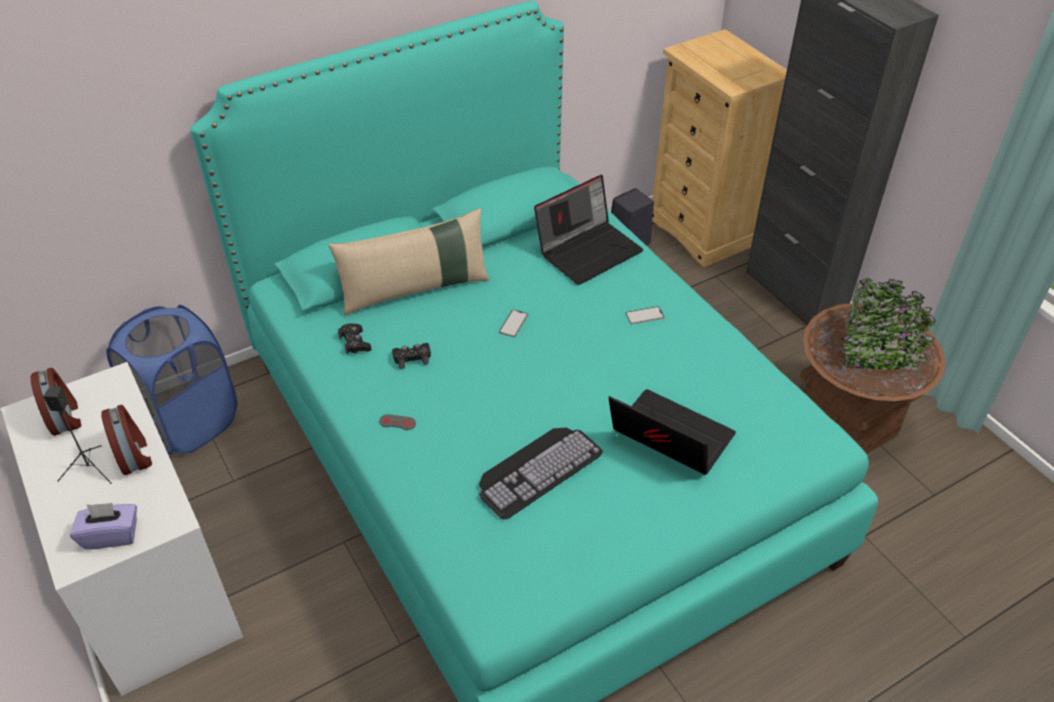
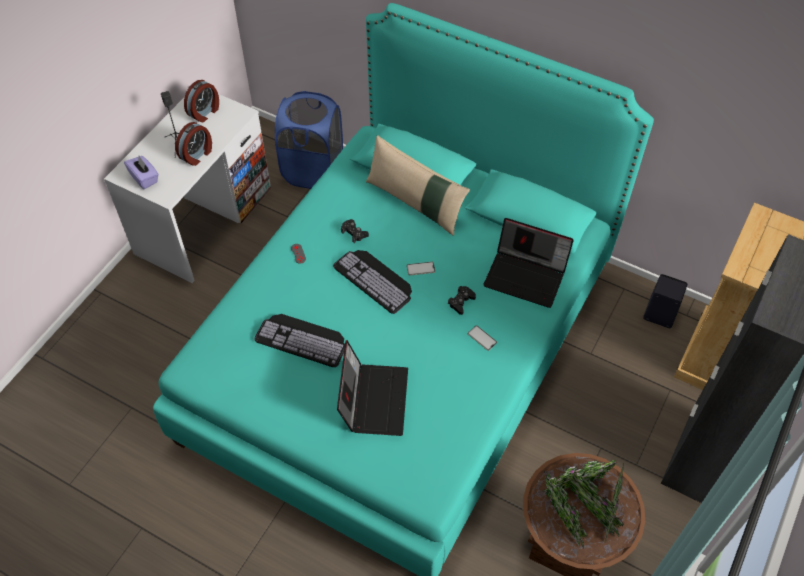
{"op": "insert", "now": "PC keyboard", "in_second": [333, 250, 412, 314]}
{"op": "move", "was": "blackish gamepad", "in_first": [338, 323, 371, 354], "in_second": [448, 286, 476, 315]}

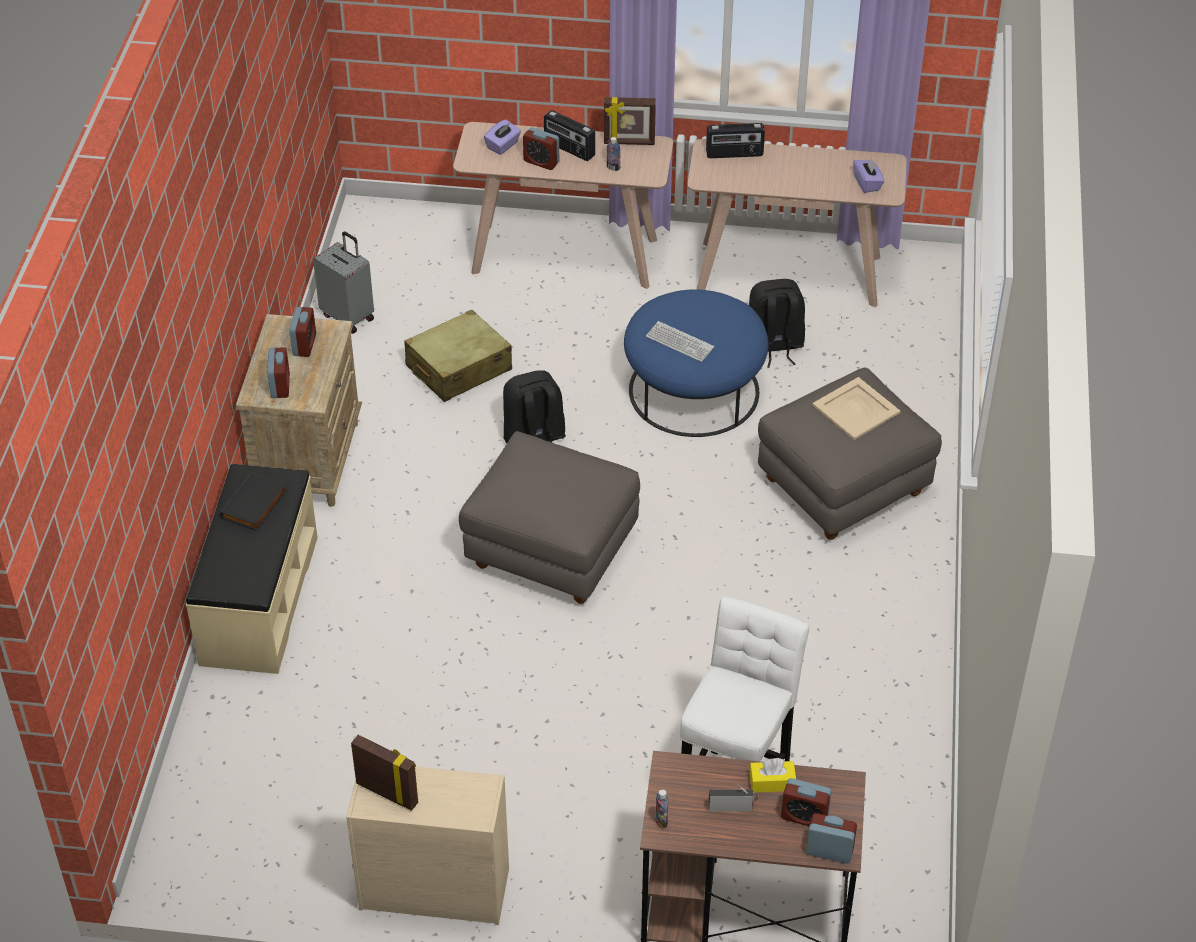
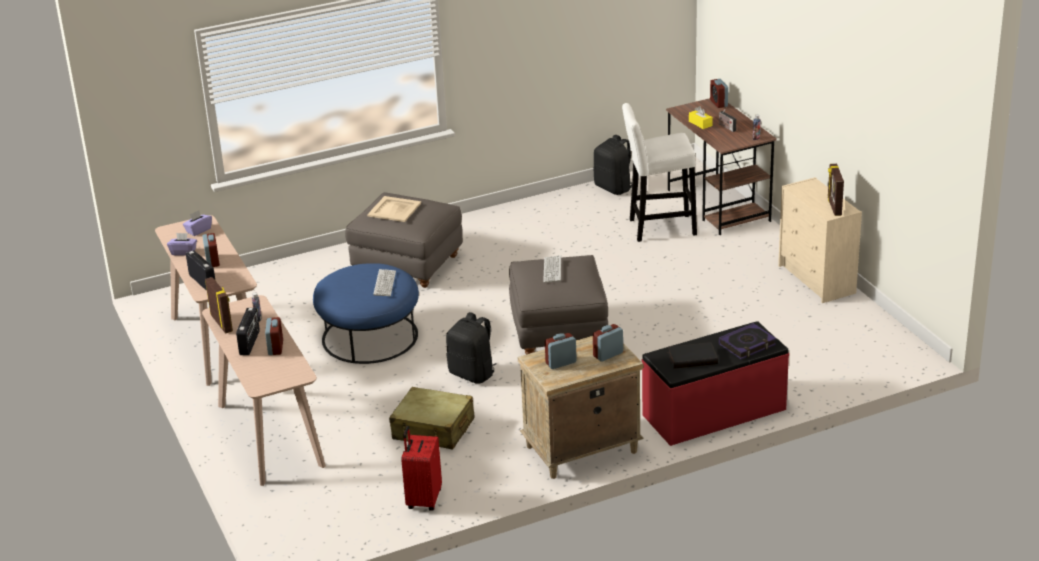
{"op": "insert", "now": "PC keyboard", "in_second": [543, 255, 561, 283]}
{"op": "insert", "now": "volume", "in_second": [719, 323, 776, 359]}
{"op": "move", "was": "purplish tissue holder", "in_first": [484, 119, 521, 155], "in_second": [167, 233, 197, 256]}
{"op": "move", "was": "blackish backpack", "in_first": [749, 279, 805, 368], "in_second": [593, 135, 632, 195]}
{"op": "move", "was": "alarm clock", "in_first": [781, 778, 831, 826], "in_second": [202, 233, 220, 267]}
{"op": "recolor", "was": "sand-coloured indoor bench", "now": "reddish indoor bench", "in_first": [186, 464, 318, 674], "in_second": [642, 321, 789, 446]}
{"op": "recolor", "was": "greyish travel case", "now": "reddish travel case", "in_first": [313, 231, 374, 334], "in_second": [401, 426, 442, 511]}

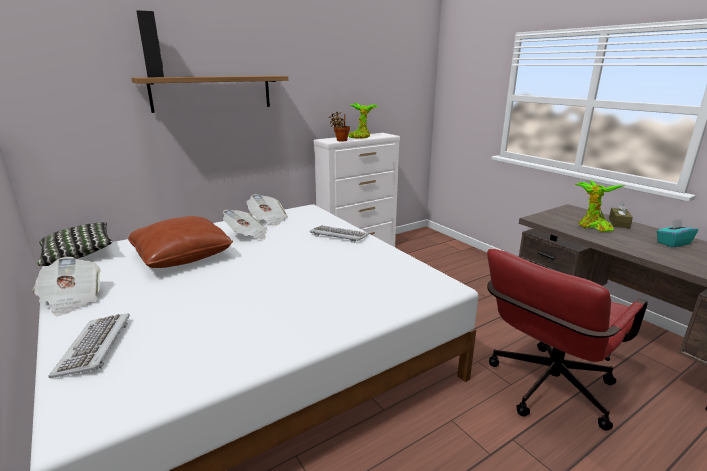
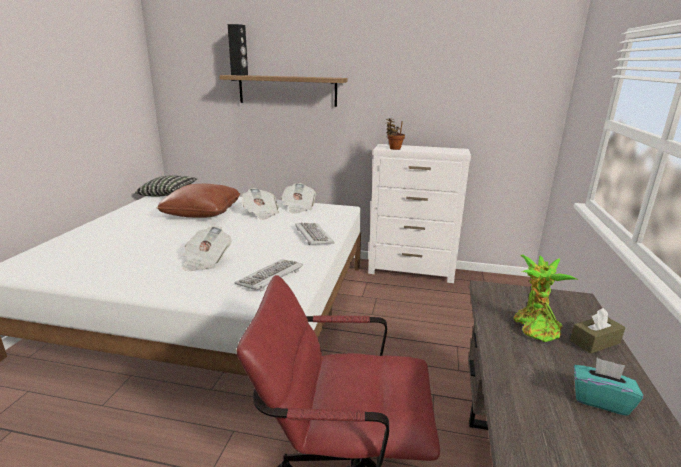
{"op": "delete", "was": "plant in a pot", "in_first": [348, 102, 378, 138]}
{"op": "move", "was": "daily paper", "in_first": [33, 257, 101, 316], "in_second": [183, 226, 231, 271]}
{"op": "move", "was": "PC keyboard", "in_first": [49, 313, 130, 378], "in_second": [234, 259, 303, 292]}

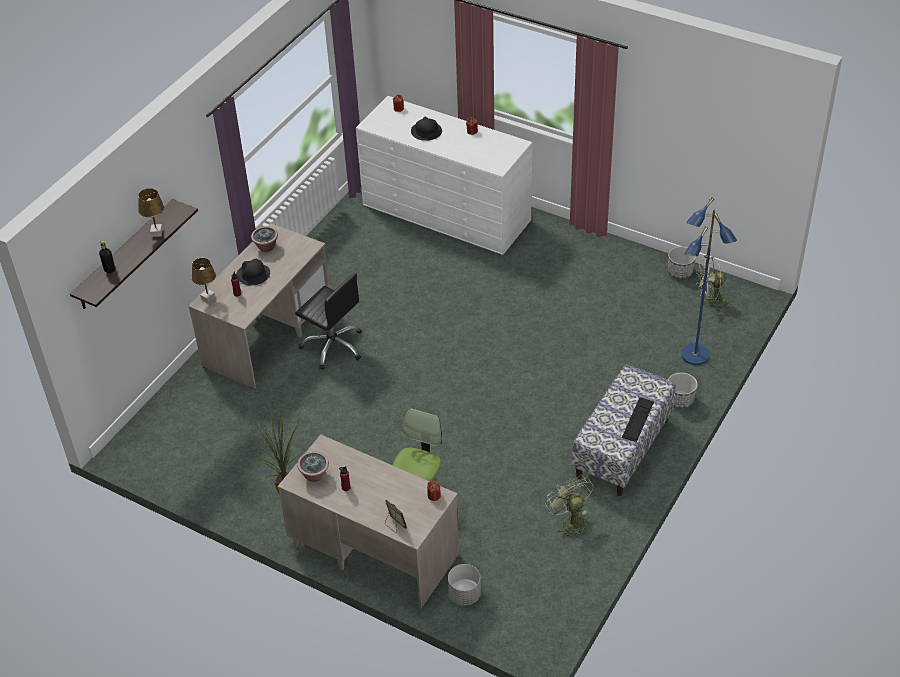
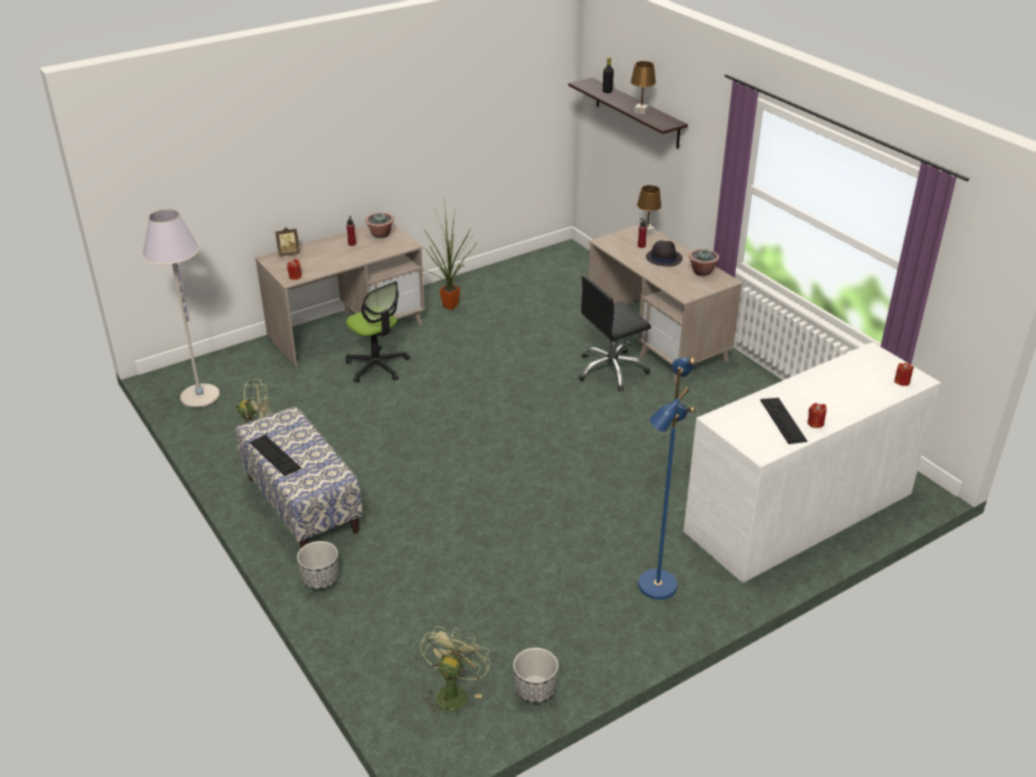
{"op": "delete", "was": "blackish clothing hat", "in_first": [411, 116, 442, 141]}
{"op": "delete", "was": "greyish plant pot", "in_first": [448, 564, 481, 606]}
{"op": "insert", "now": "greyish standing lamp", "in_second": [142, 209, 220, 407]}
{"op": "insert", "now": "PC keyboard", "in_second": [760, 398, 808, 444]}
{"op": "move", "was": "bluish standing lamp", "in_first": [681, 197, 737, 365], "in_second": [638, 357, 696, 600]}

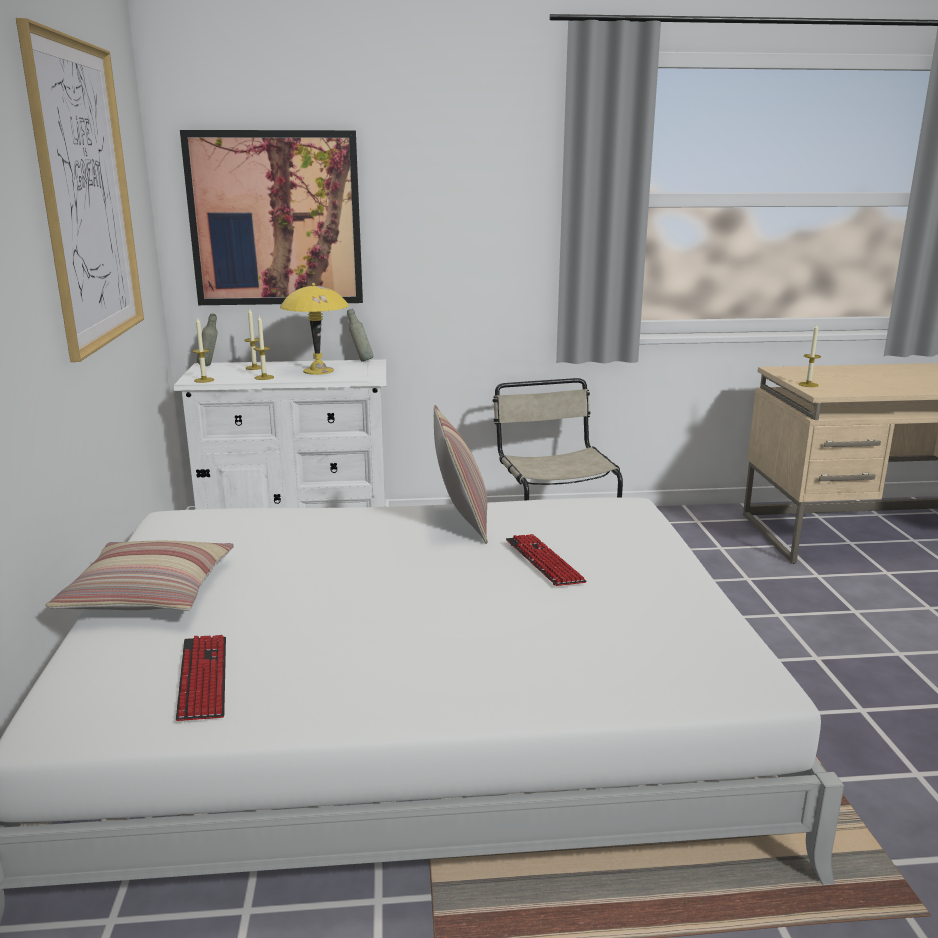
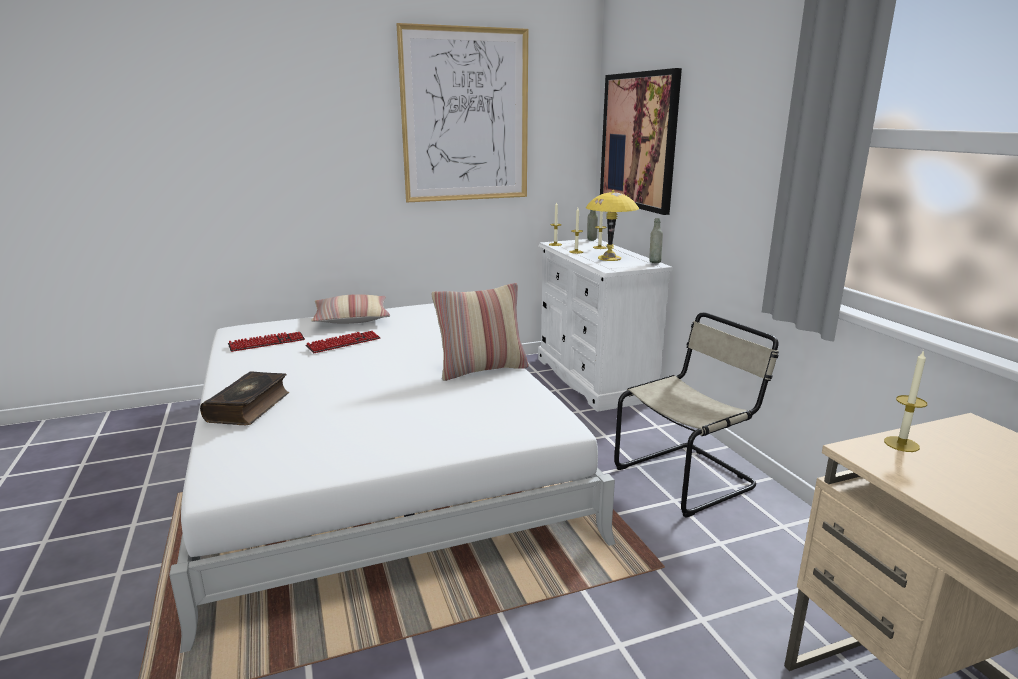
{"op": "insert", "now": "volume", "in_second": [200, 371, 289, 425]}
{"op": "move", "was": "PC keyboard", "in_first": [506, 534, 587, 586], "in_second": [305, 331, 380, 353]}

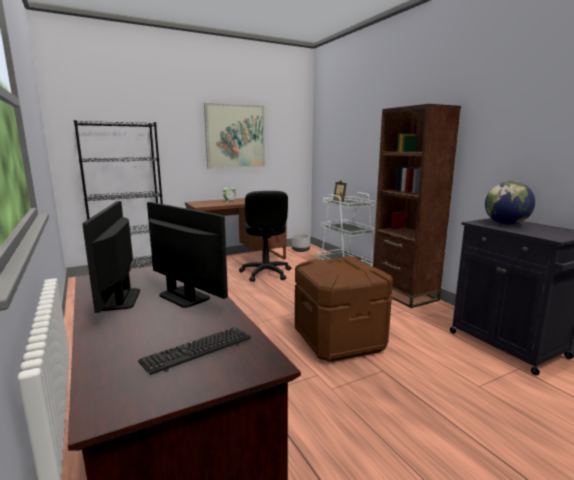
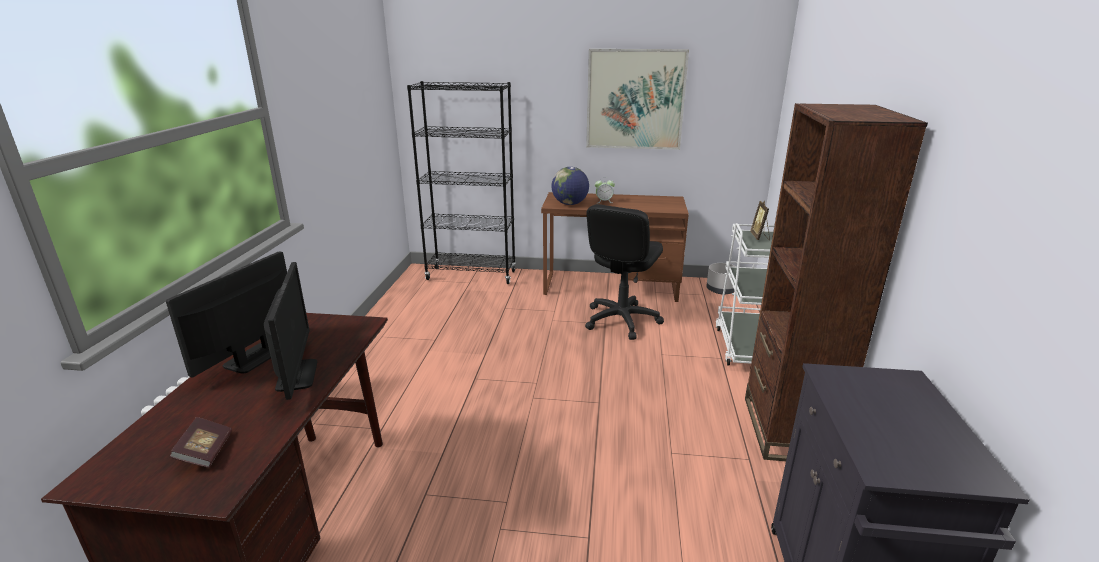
{"op": "delete", "was": "brown-coloured storage bin", "in_first": [295, 256, 393, 362]}
{"op": "move", "was": "desk globe", "in_first": [485, 181, 535, 225], "in_second": [551, 167, 589, 205]}
{"op": "replace", "was": "PC keyboard", "now": "volume", "in_first": [138, 327, 251, 375], "in_second": [170, 417, 232, 468]}

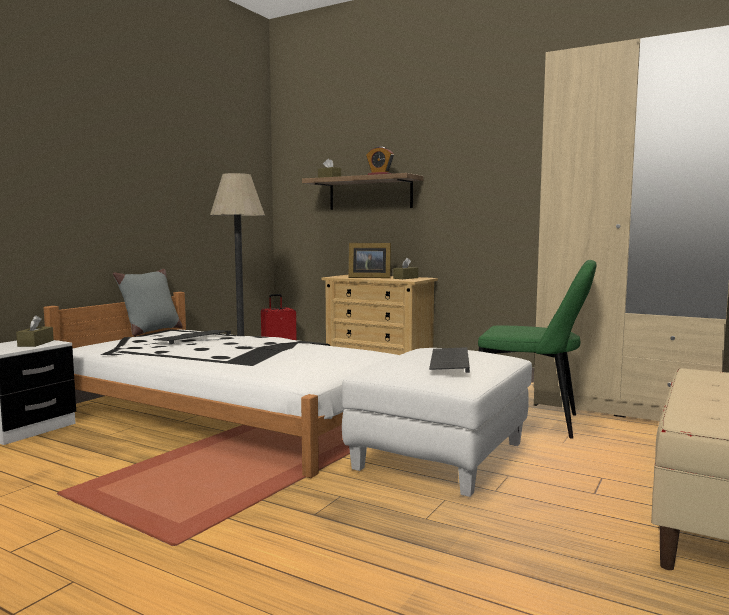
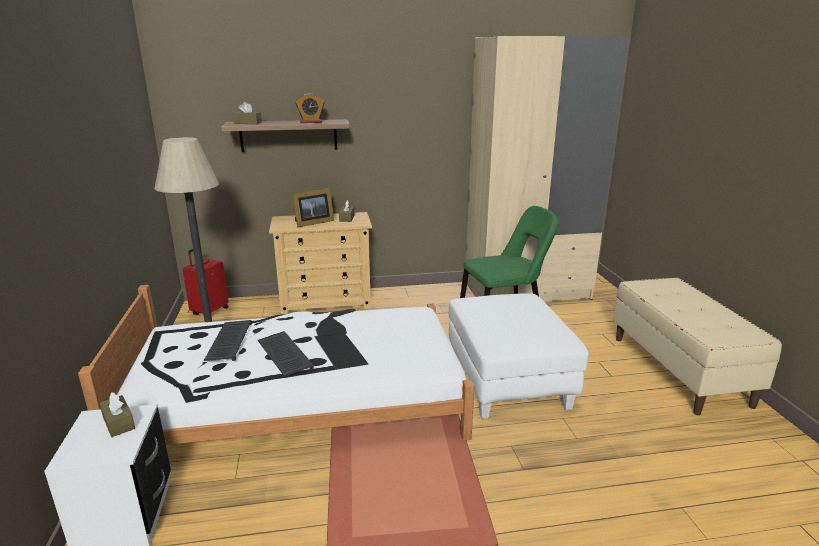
{"op": "delete", "was": "greyish throw pillow", "in_first": [113, 269, 183, 336]}
{"op": "move", "was": "PC keyboard", "in_first": [429, 347, 470, 373], "in_second": [258, 331, 314, 377]}

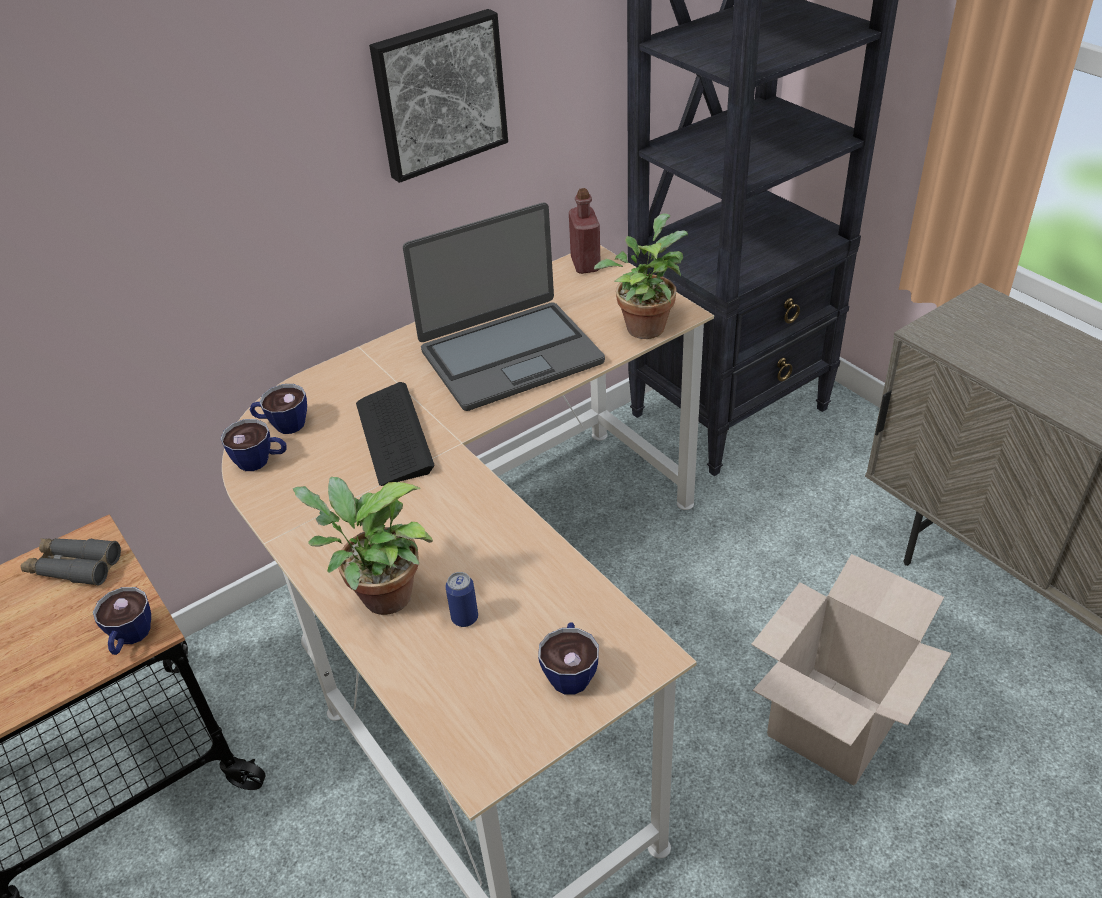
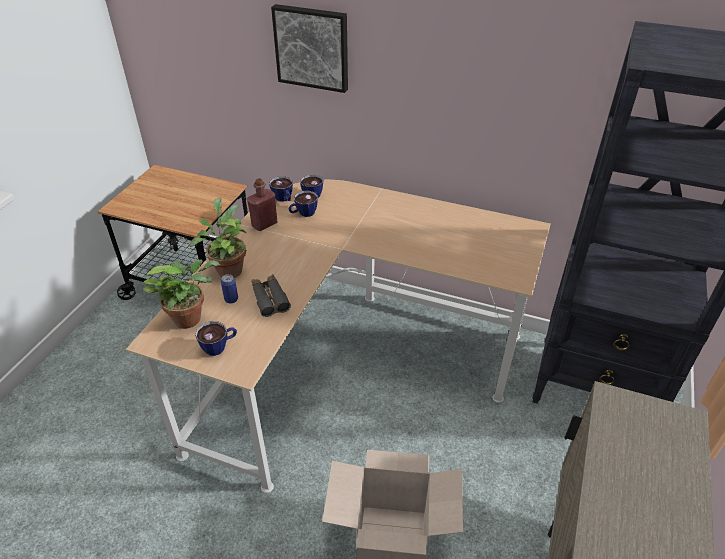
{"op": "delete", "was": "PC keyboard", "in_first": [356, 382, 435, 486]}
{"op": "delete", "was": "laptop", "in_first": [403, 203, 605, 411]}
{"op": "move", "was": "greyish pair of binoculars", "in_first": [21, 538, 121, 586], "in_second": [252, 274, 291, 317]}
{"op": "move", "was": "small cup", "in_first": [93, 587, 151, 655], "in_second": [289, 191, 318, 217]}
{"op": "move", "was": "picture", "in_first": [369, 9, 508, 183], "in_second": [271, 4, 348, 93]}
{"op": "move", "was": "reddish drink bottle", "in_first": [569, 188, 600, 274], "in_second": [247, 178, 277, 231]}
{"op": "move", "was": "plant in a pot", "in_first": [594, 214, 688, 339], "in_second": [143, 259, 220, 329]}

